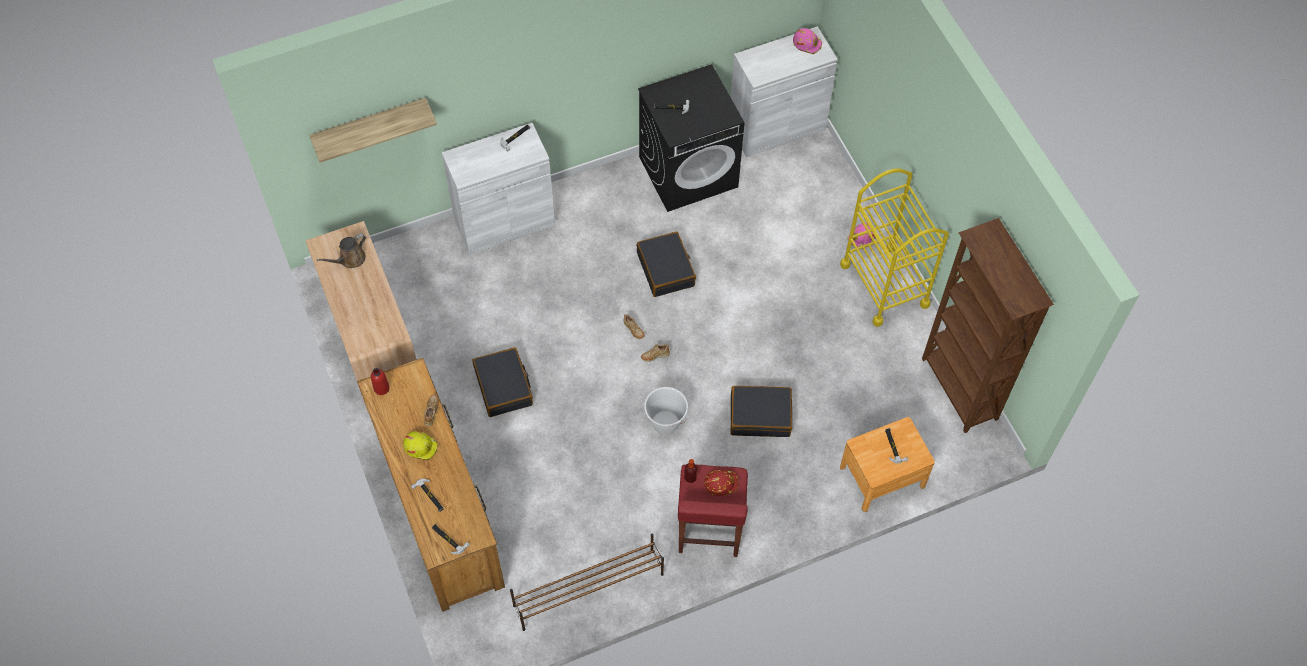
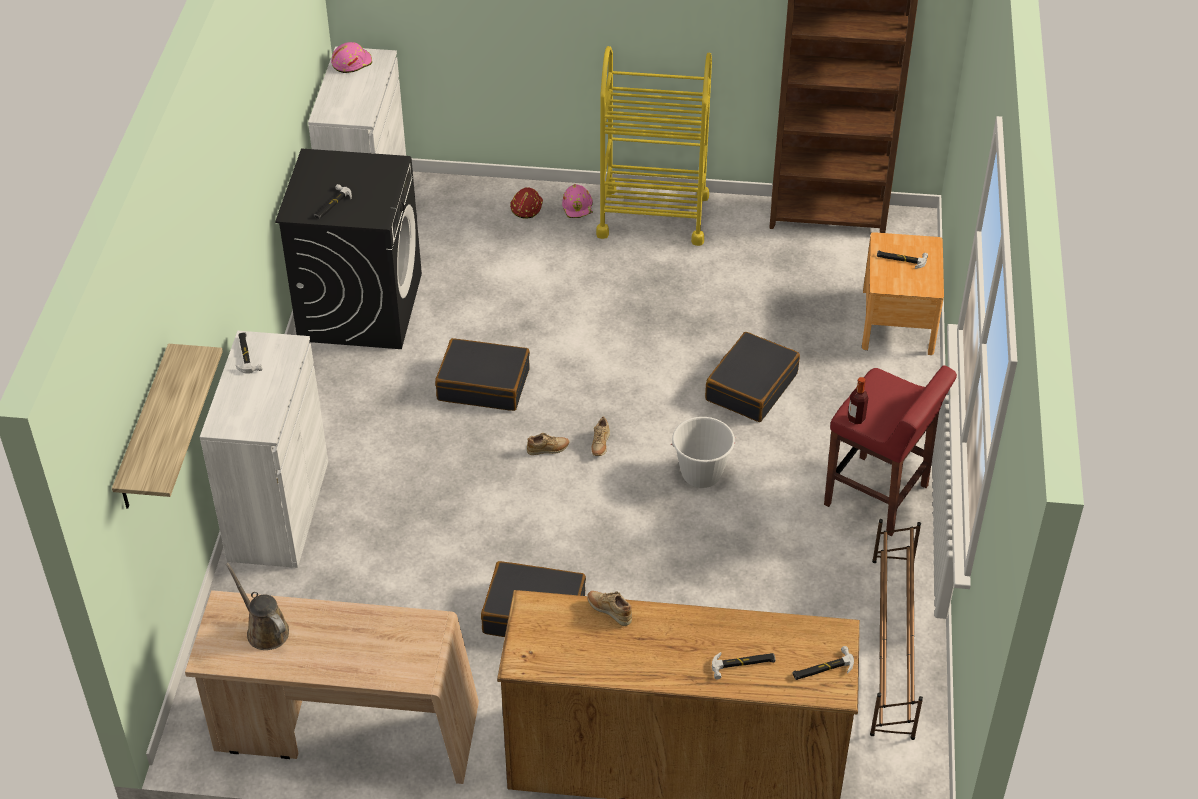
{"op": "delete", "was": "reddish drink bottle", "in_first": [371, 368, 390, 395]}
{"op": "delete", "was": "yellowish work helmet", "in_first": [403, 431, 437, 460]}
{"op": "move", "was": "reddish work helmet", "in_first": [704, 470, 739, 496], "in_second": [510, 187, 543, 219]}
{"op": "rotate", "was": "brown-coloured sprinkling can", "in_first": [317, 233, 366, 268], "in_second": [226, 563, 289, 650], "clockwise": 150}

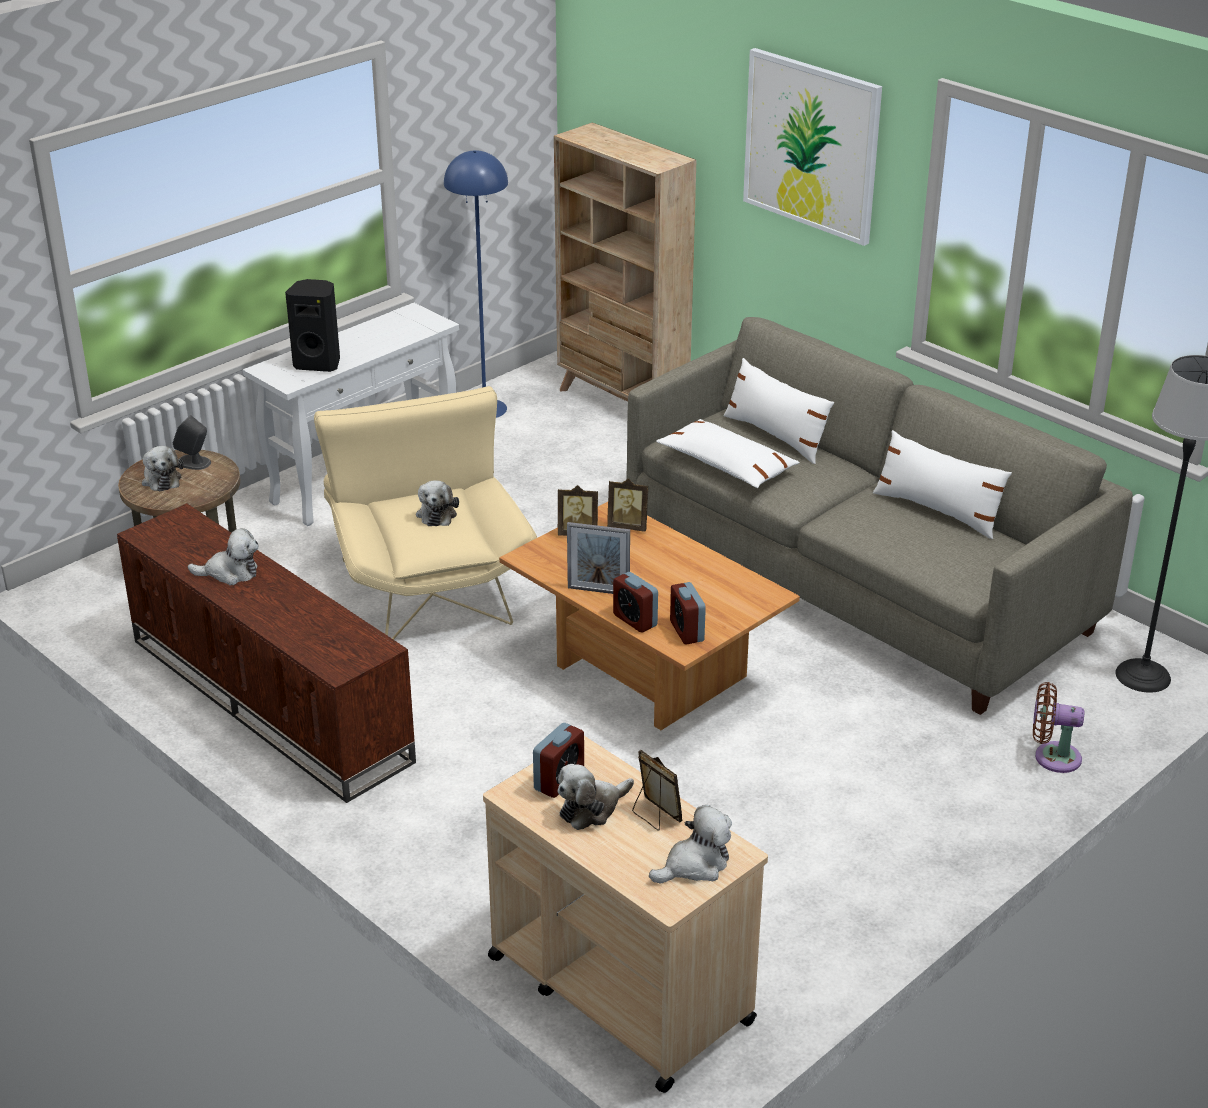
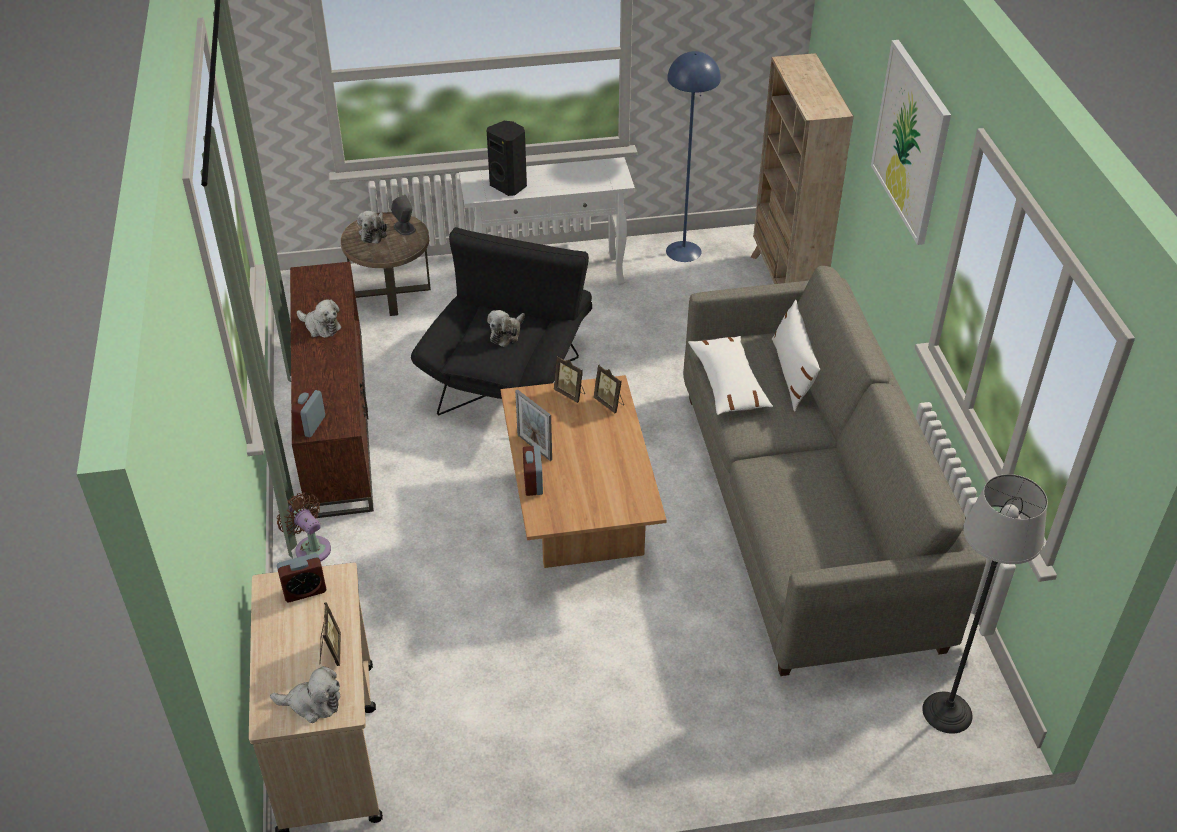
{"op": "delete", "was": "plush toy", "in_first": [558, 764, 634, 830]}
{"op": "delete", "was": "whitish throw pillow", "in_first": [873, 430, 1012, 539]}
{"op": "move", "was": "alarm clock", "in_first": [670, 582, 706, 644], "in_second": [291, 388, 325, 437]}
{"op": "move", "was": "brown-coloured fan", "in_first": [1033, 682, 1084, 773], "in_second": [277, 492, 331, 562]}
{"op": "recolor", "was": "sand-coloured lounge chair", "now": "blackish lounge chair", "in_first": [314, 386, 537, 640], "in_second": [411, 227, 592, 415]}

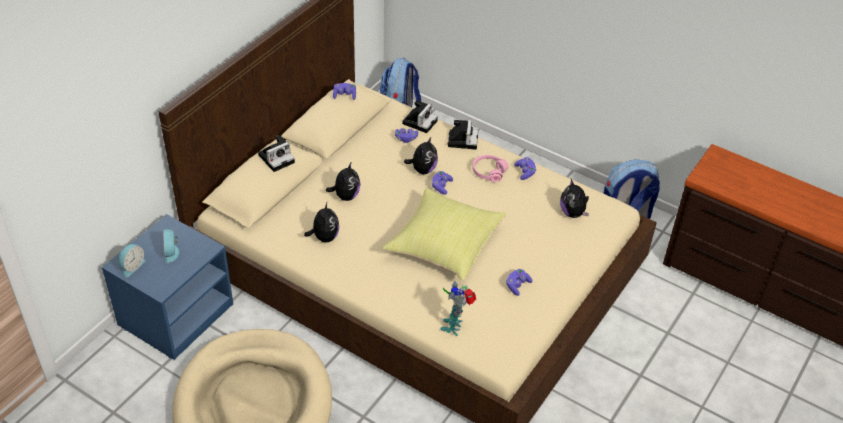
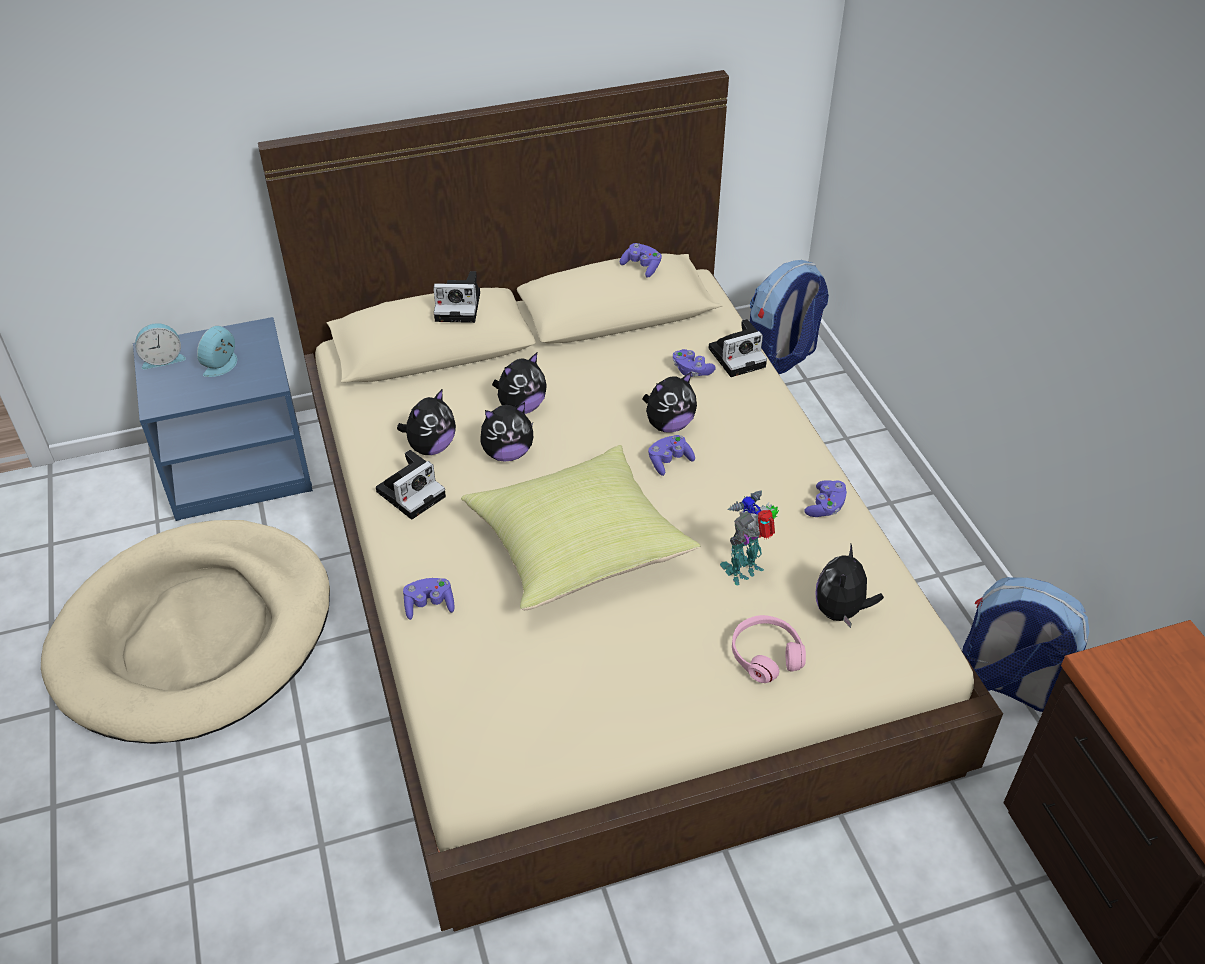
{"op": "insert", "now": "plush toy", "in_second": [481, 402, 533, 462]}
{"op": "move", "was": "toy robot", "in_first": [440, 281, 476, 336], "in_second": [720, 491, 779, 585]}
{"op": "move", "was": "still camera", "in_first": [447, 120, 479, 150], "in_second": [376, 450, 446, 520]}
{"op": "move", "was": "pinkish headphones", "in_first": [472, 155, 508, 182], "in_second": [732, 615, 806, 683]}
{"op": "move", "was": "purplish gamepad", "in_first": [506, 269, 533, 296], "in_second": [403, 578, 455, 620]}

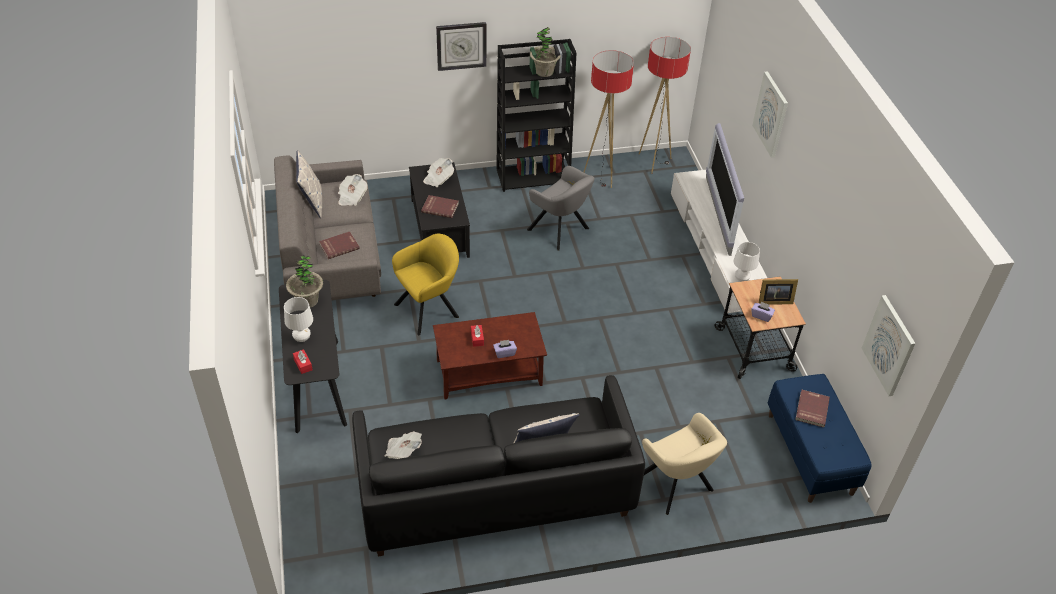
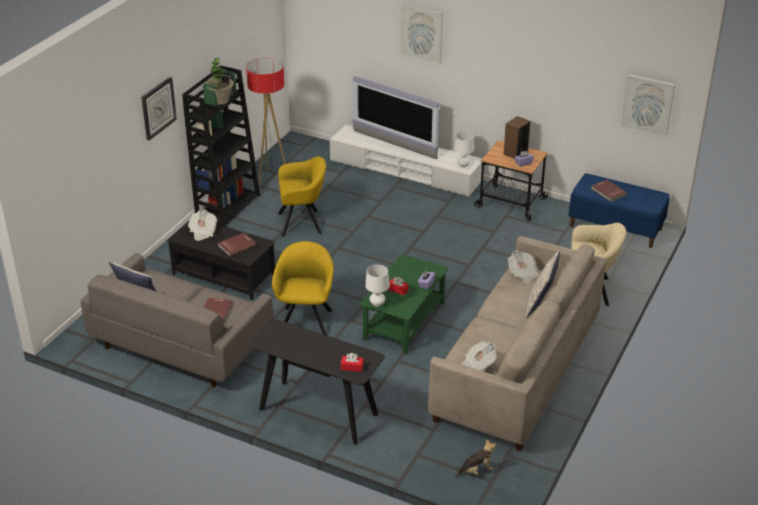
{"op": "delete", "was": "plant in a pot", "in_first": [286, 255, 323, 308]}
{"op": "delete", "was": "standing lamp", "in_first": [639, 37, 691, 174]}
{"op": "insert", "now": "plush toy", "in_second": [455, 439, 496, 478]}
{"op": "move", "was": "whitish lamp for a table", "in_first": [284, 297, 313, 342], "in_second": [365, 265, 390, 307]}
{"op": "move", "was": "daily paper", "in_first": [338, 174, 368, 206], "in_second": [508, 250, 539, 284]}
{"op": "replace", "was": "standing frame", "now": "loudspeaker", "in_first": [759, 279, 798, 305], "in_second": [504, 116, 530, 159]}
{"op": "recolor", "was": "blackish settee", "now": "sand-coloured settee", "in_first": [352, 375, 645, 557], "in_second": [428, 236, 606, 452]}
{"op": "recolor", "was": "brown-coloured coffee table", "now": "green-coloured coffee table", "in_first": [433, 312, 547, 399], "in_second": [359, 254, 449, 354]}
{"op": "recolor", "was": "greyish lounge chair", "now": "yellowish lounge chair", "in_first": [527, 166, 595, 251], "in_second": [278, 156, 326, 237]}

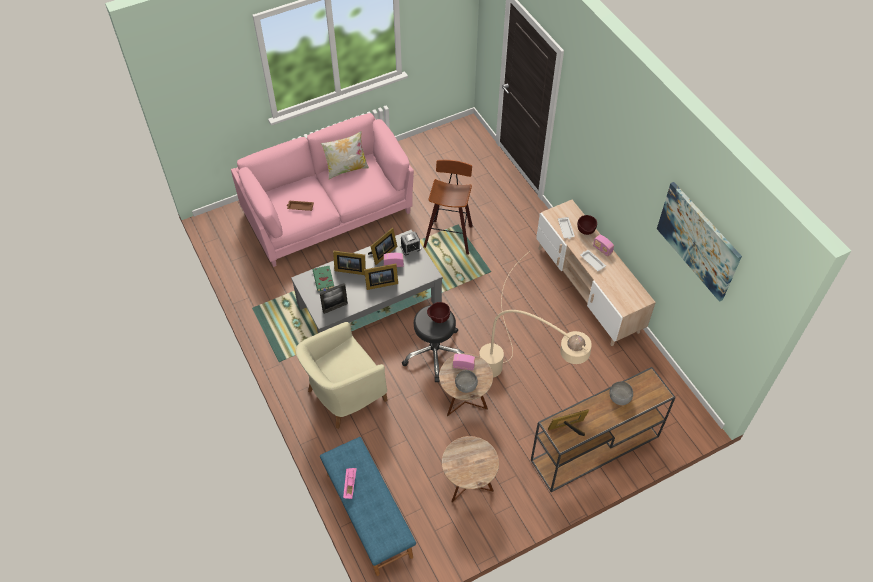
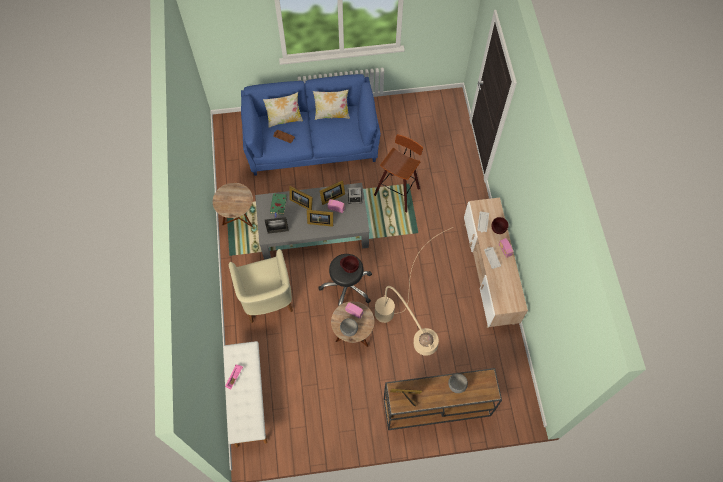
{"op": "delete", "was": "picture", "in_first": [657, 182, 742, 302]}
{"op": "insert", "now": "throw pillow", "in_second": [263, 92, 303, 127]}
{"op": "move", "was": "brown-coloured side table", "in_first": [442, 436, 499, 503], "in_second": [213, 183, 253, 227]}
{"op": "recolor", "was": "pinkish settee", "now": "bluish settee", "in_first": [231, 113, 414, 267], "in_second": [241, 74, 381, 176]}
{"op": "recolor", "was": "bluish indoor bench", "now": "whitish indoor bench", "in_first": [320, 437, 416, 576], "in_second": [223, 341, 267, 448]}
{"op": "rotate", "was": "sand-coloured lounge chair", "in_first": [296, 322, 388, 429], "in_second": [229, 249, 293, 323], "clockwise": -90}

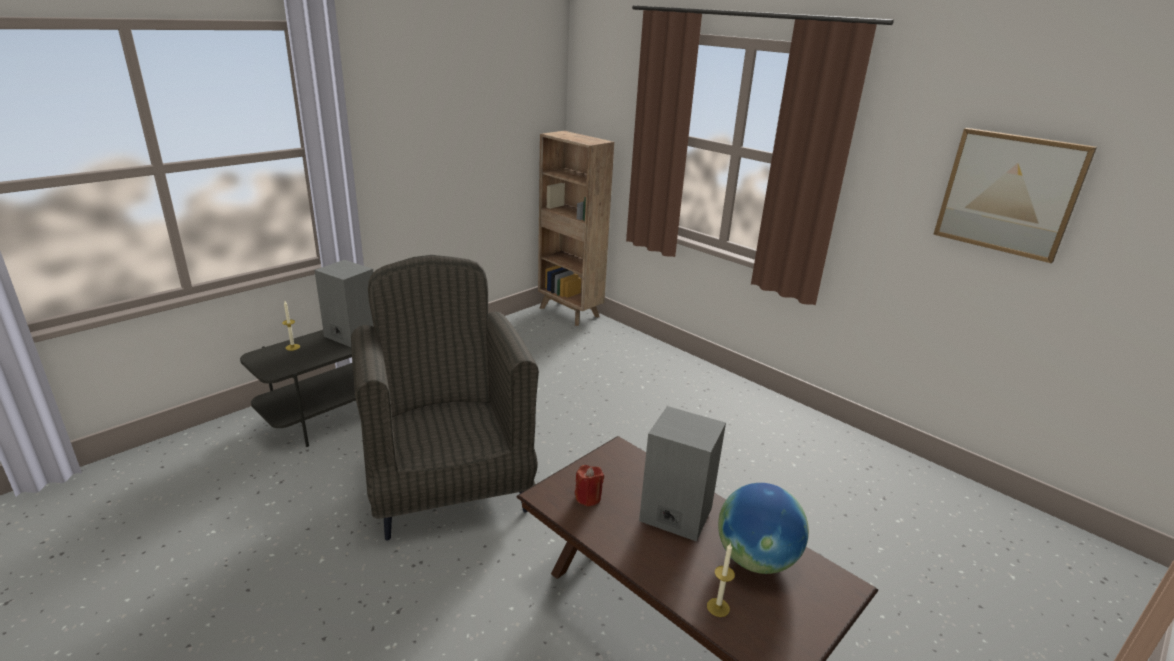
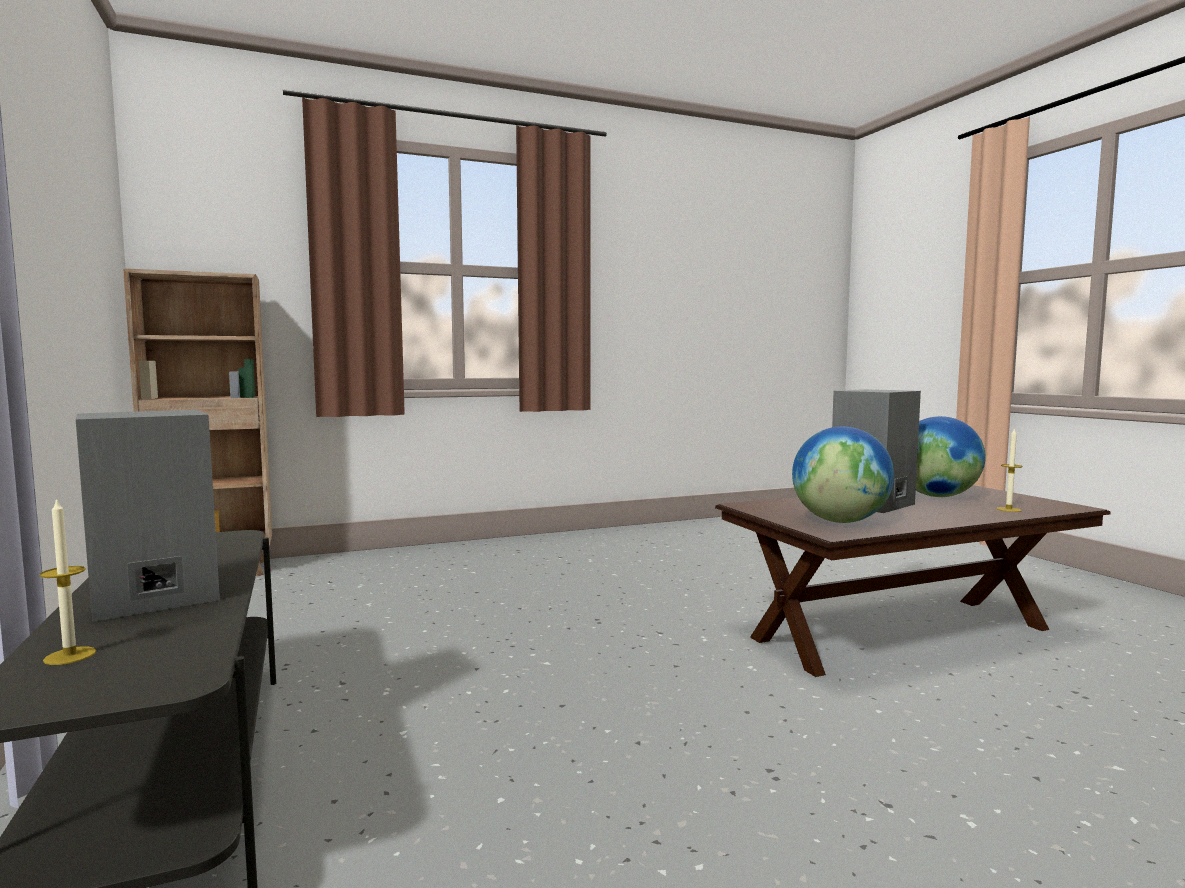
{"op": "delete", "was": "greyish lounge chair", "in_first": [351, 255, 539, 541]}
{"op": "delete", "was": "picture", "in_first": [933, 128, 1097, 263]}
{"op": "replace", "was": "reddish wax light", "now": "desk globe", "in_first": [575, 465, 604, 506], "in_second": [792, 426, 894, 523]}

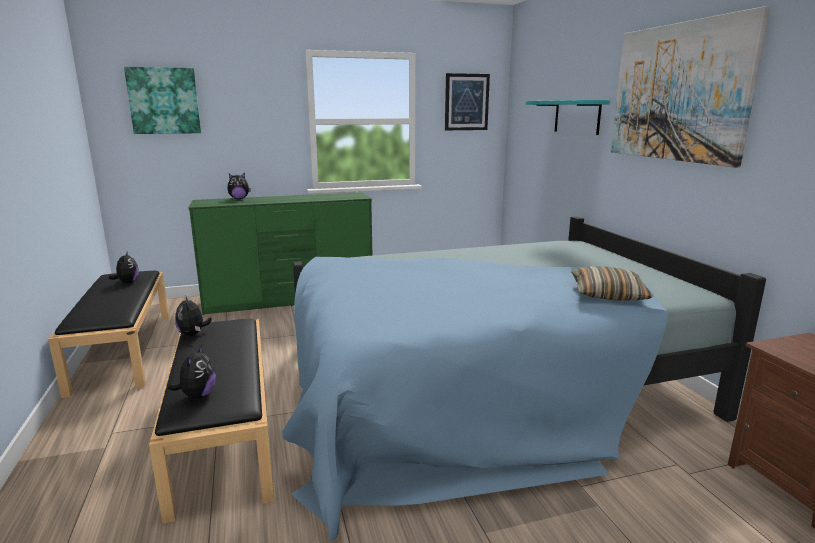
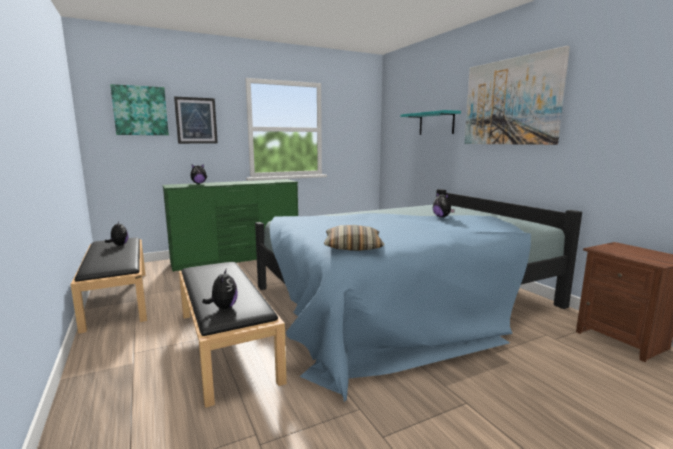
{"op": "move", "was": "plush toy", "in_first": [175, 295, 212, 336], "in_second": [433, 193, 455, 217]}
{"op": "move", "was": "picture", "in_first": [445, 73, 490, 130], "in_second": [174, 96, 218, 144]}
{"op": "move", "was": "throw pillow", "in_first": [571, 266, 654, 301], "in_second": [324, 225, 384, 251]}

